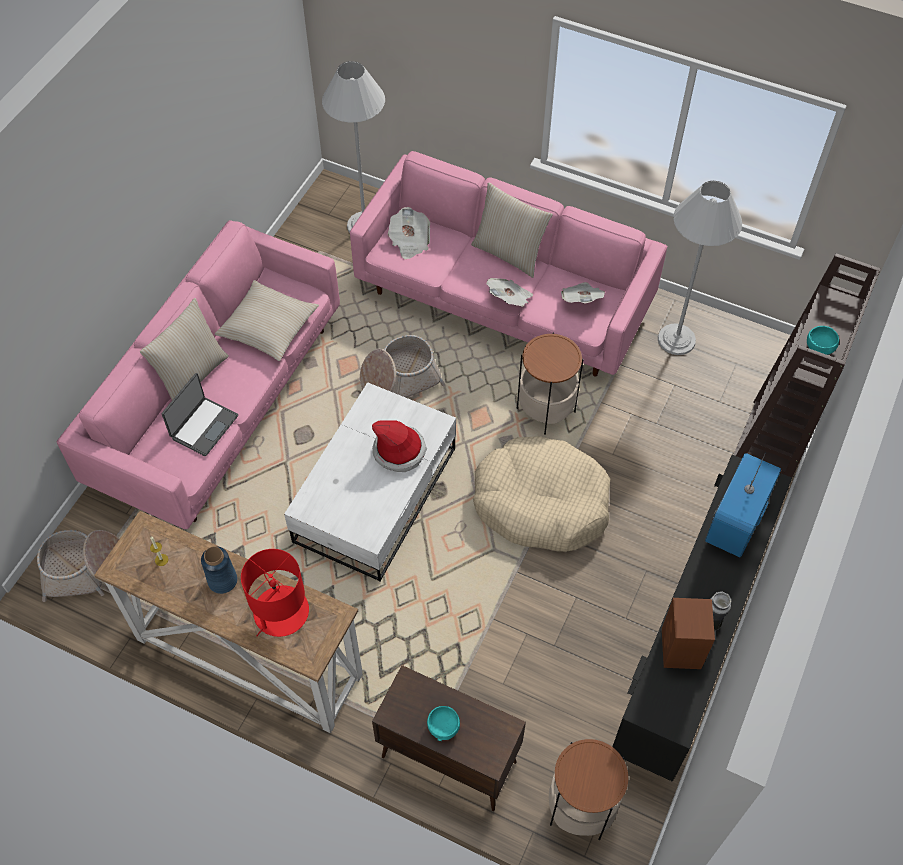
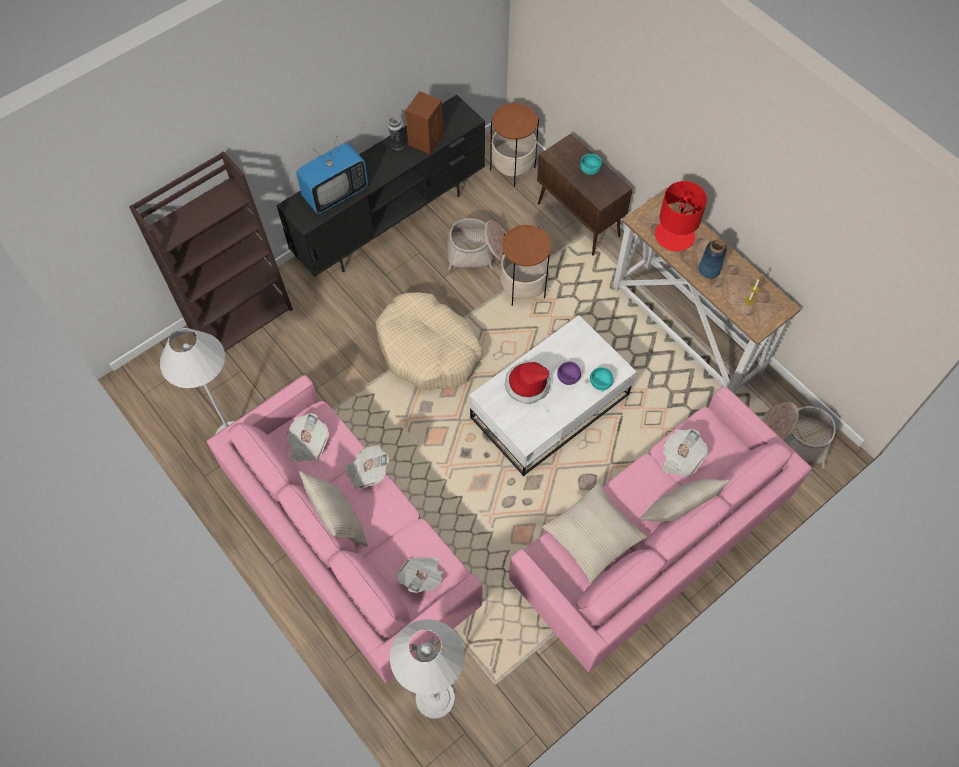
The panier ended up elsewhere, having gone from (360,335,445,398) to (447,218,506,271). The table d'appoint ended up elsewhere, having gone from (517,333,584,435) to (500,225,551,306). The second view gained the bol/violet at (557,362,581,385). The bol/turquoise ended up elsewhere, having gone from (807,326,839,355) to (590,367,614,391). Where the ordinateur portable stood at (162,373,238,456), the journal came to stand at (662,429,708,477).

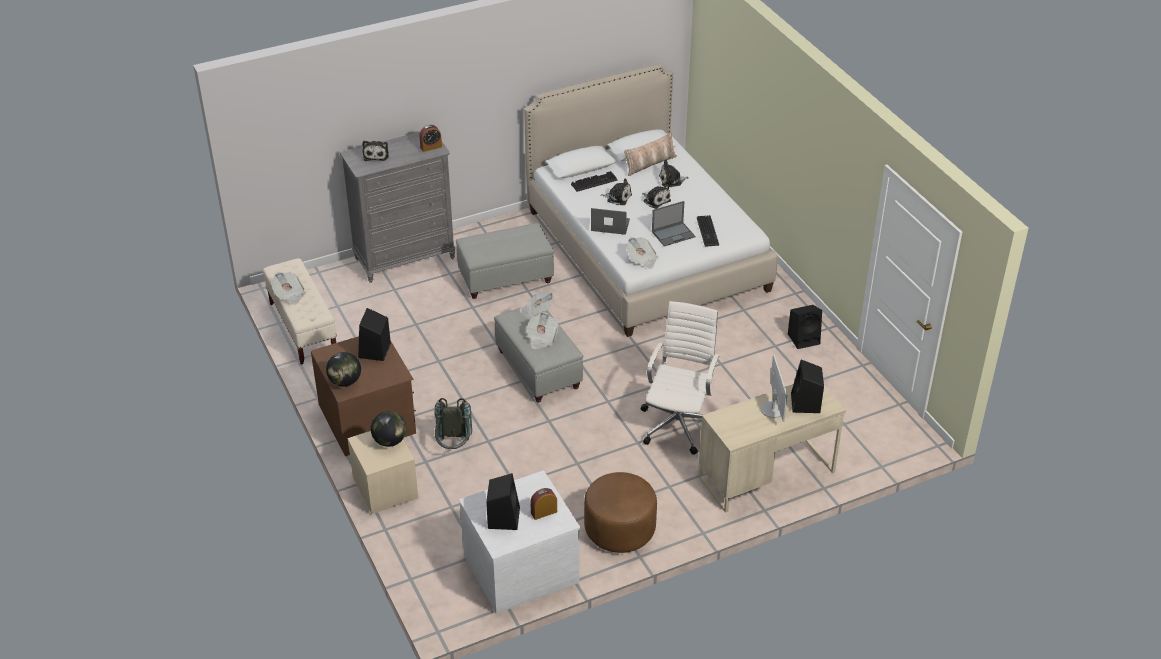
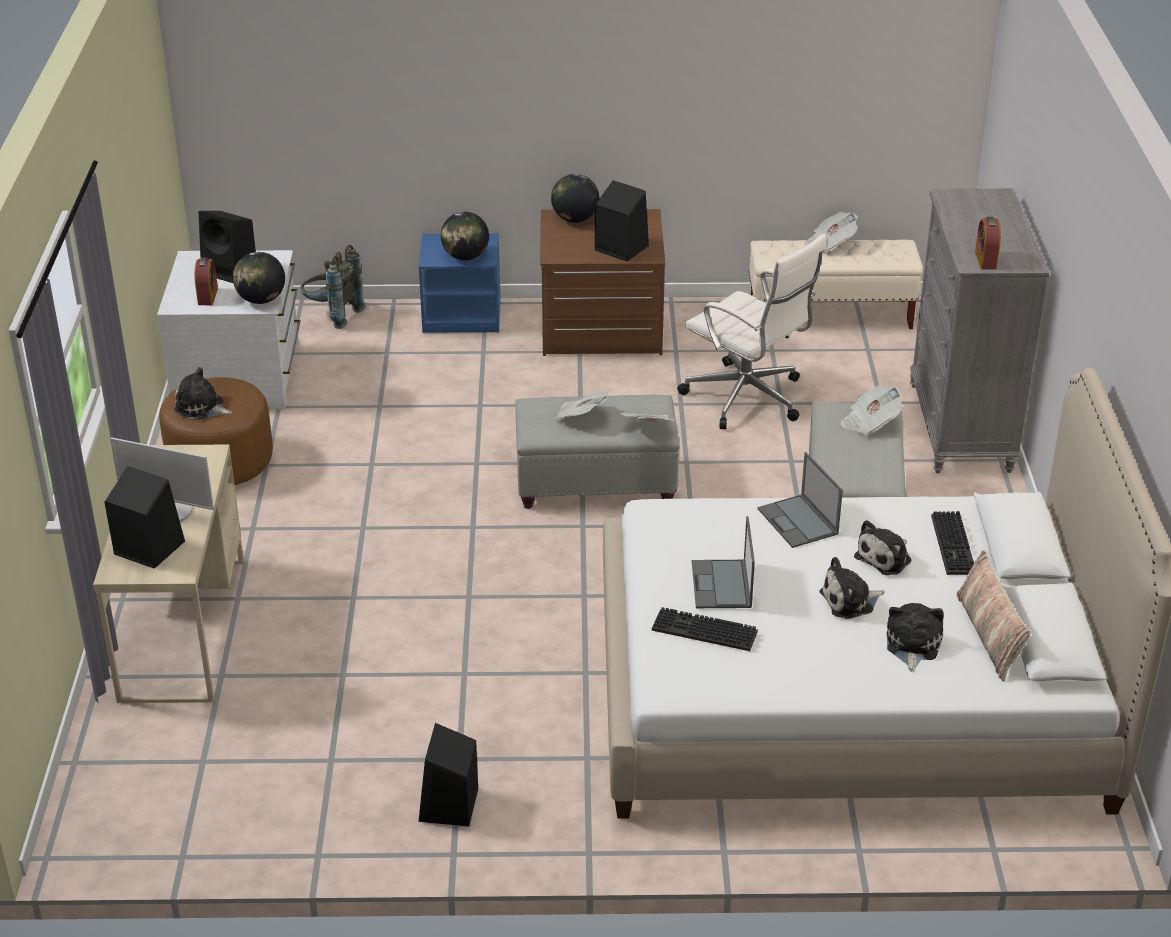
The peluche ended up elsewhere, having gone from (362,141,389,161) to (174,367,232,420). The second view gained the globe at (233,252,285,304). The sac à dos/gris ended up elsewhere, having gone from (435,398,472,449) to (301,245,366,329). What was the table de chevet/beige at (348,431,418,514) turned into the table de chevet/bleu at (418,233,501,333). The chaise de bureau/blanc ended up elsewhere, having gone from (641,301,719,455) to (678,234,827,429). The ordinateur portable at (591,208,630,235) ended up facing another way, 120 degrees clockwise from before. The journal ended up elsewhere, having gone from (626,237,658,269) to (840,385,903,436).

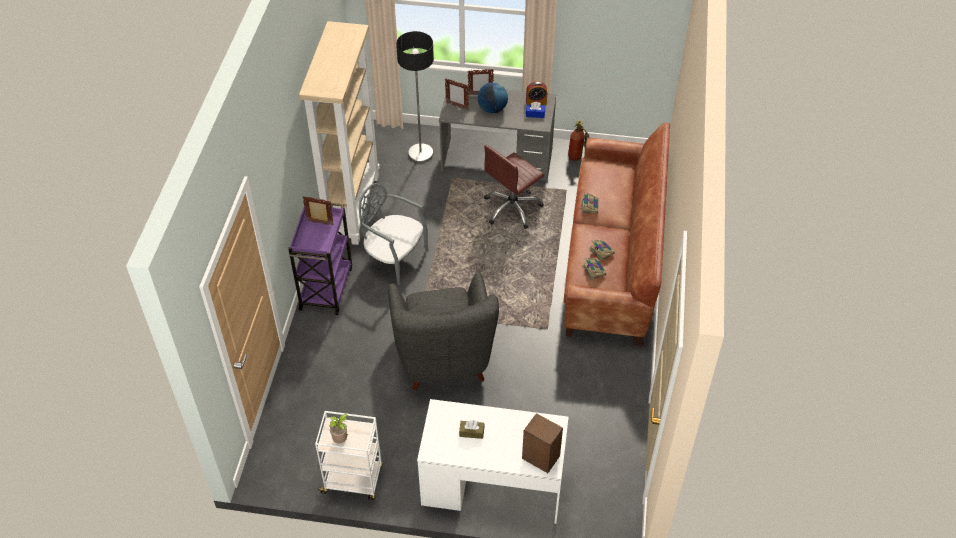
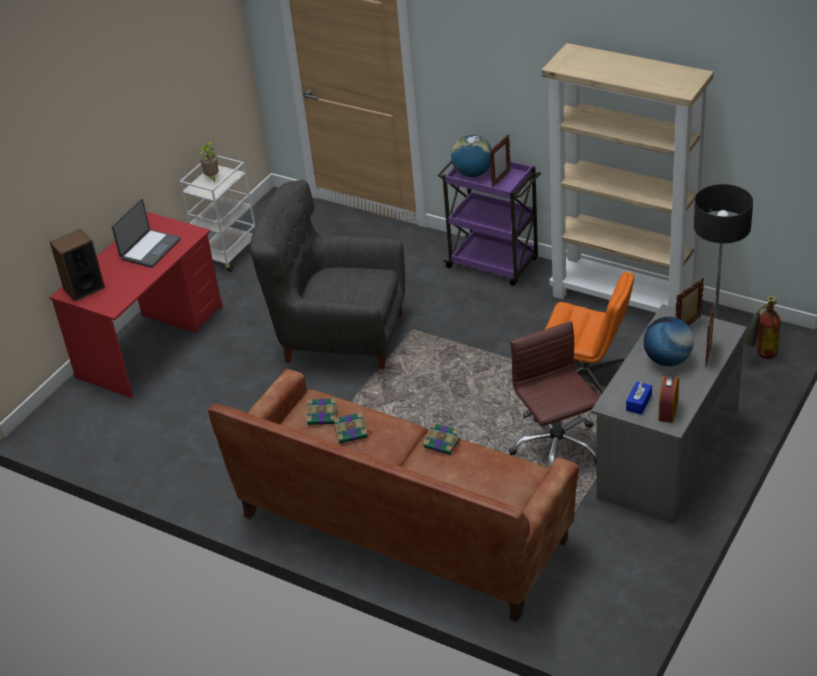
What was the bureau/blanc at (417,399,569,524) turned into the bureau/rouge at (50,212,223,398). Where the boîte à mouchoirs/marron stood at (459,420,485,439), the ordinateur portable came to stand at (112,199,181,268). The second view gained the globe at (451,135,492,177). The second view gained the chaise de bureau/orange at (545,271,634,393). The extincteur ended up elsewhere, having gone from (568,120,590,161) to (744,295,781,359). The second view lost the chaise/gris at (359,183,428,285).

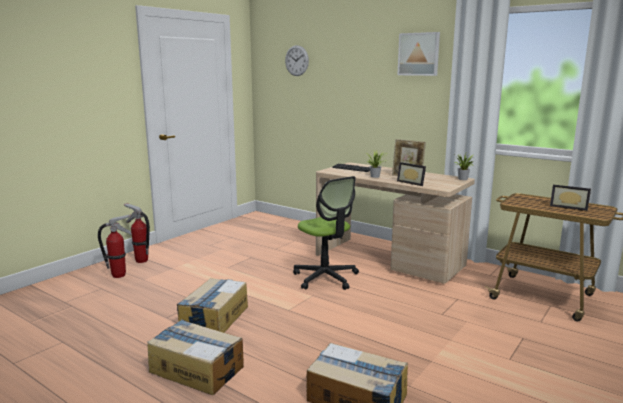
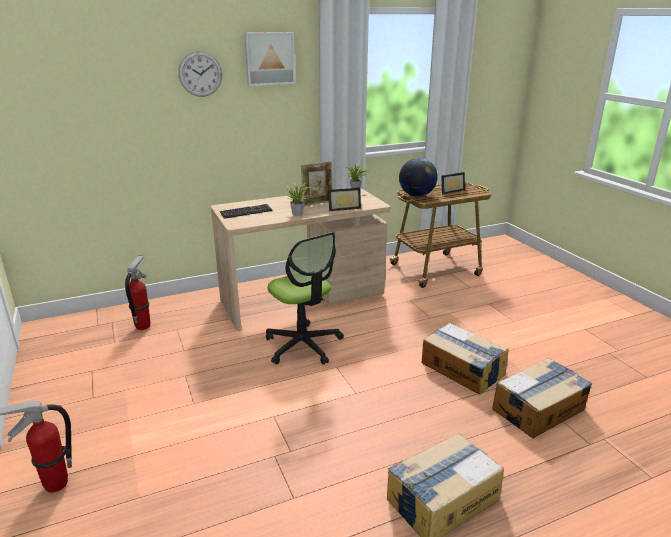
The extincteur ended up elsewhere, having gone from (98,214,132,278) to (125,255,150,330). The horloge murale ended up elsewhere, having gone from (285,45,309,76) to (178,51,222,97). The chaise de bureau at (293,176,359,290) ended up facing another way, 60 degrees clockwise from before. The second view gained the globe at (399,158,438,197). The carton ended up elsewhere, having gone from (176,278,248,333) to (422,323,509,395).

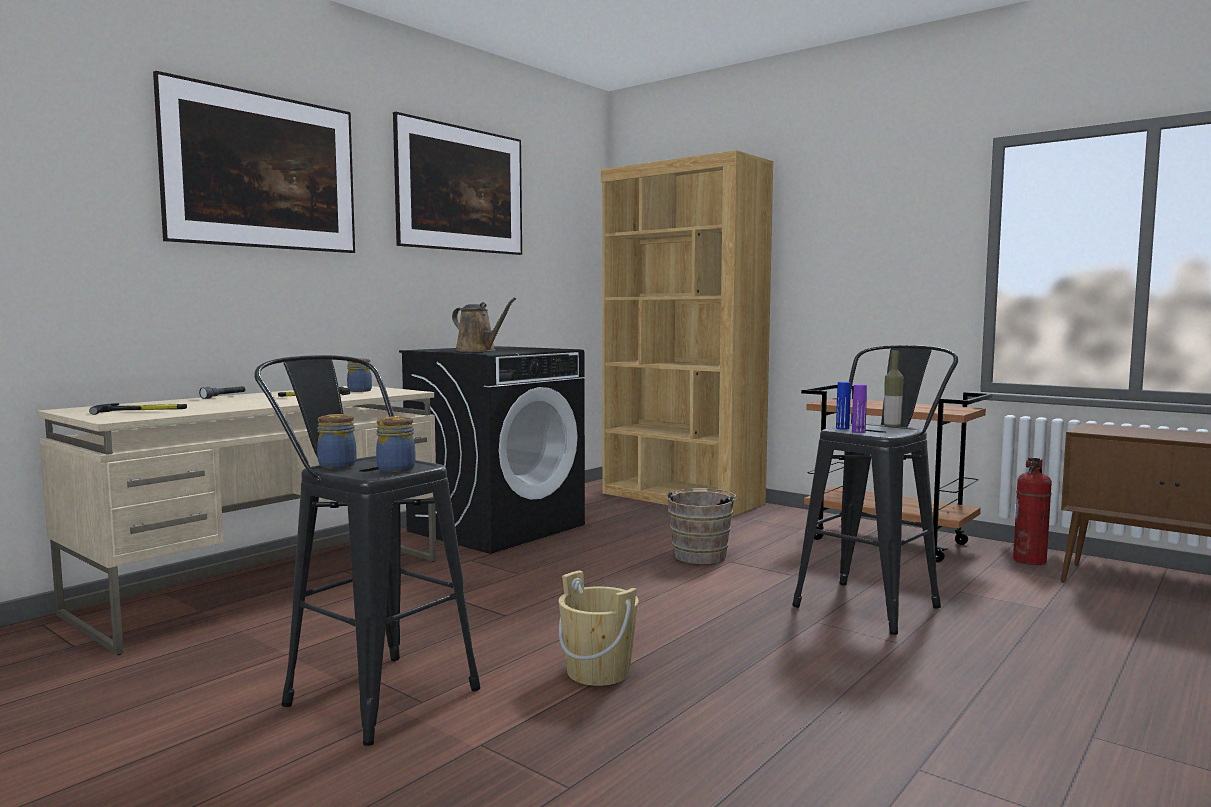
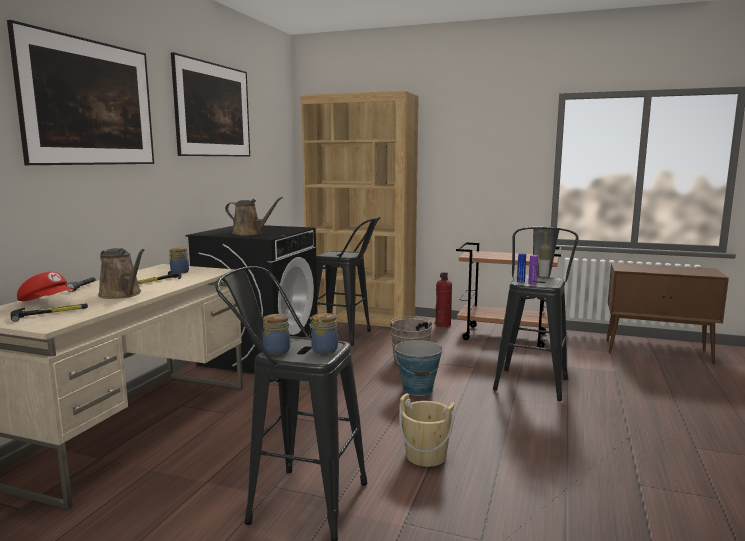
The second view gained the casquette/rouge at (17,272,74,301). The second view gained the arrosoir/marron at (98,248,145,299). The second view gained the tabouret/noir at (316,216,380,346). The second view gained the seau at (394,340,444,396). The extincteur ended up elsewhere, having gone from (1013,457,1052,565) to (435,272,452,327).

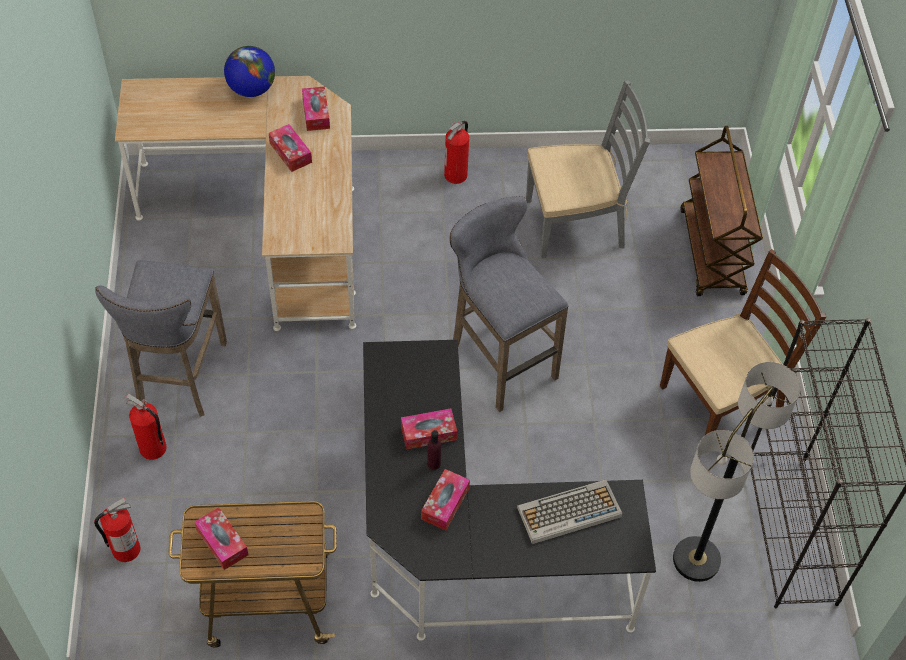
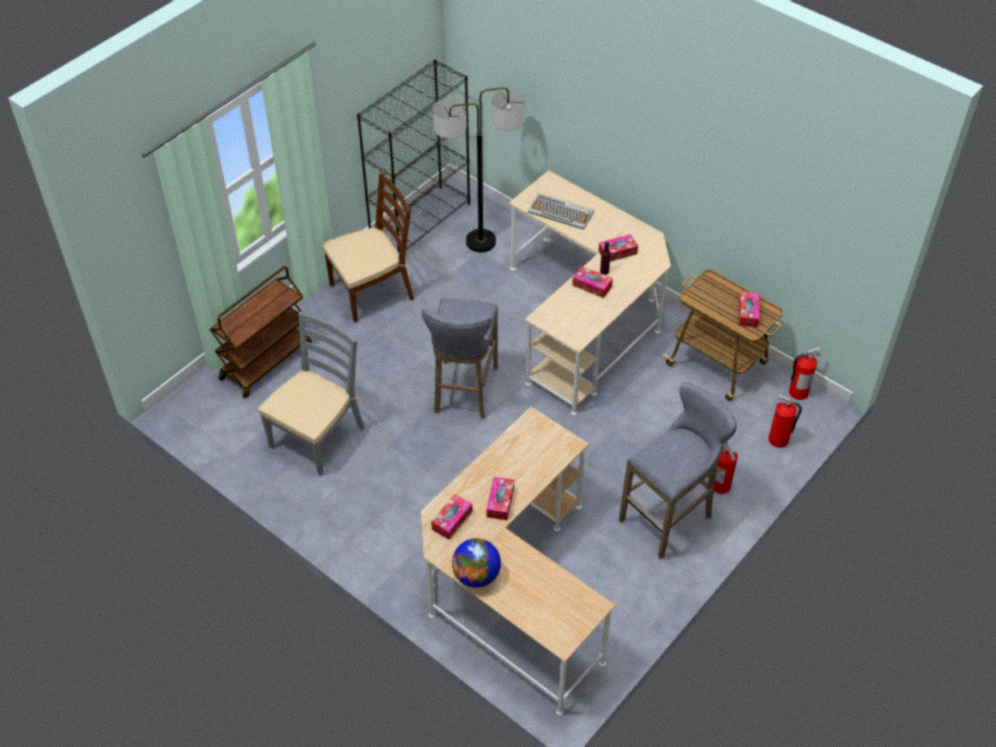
The chaise/gris at (526,80,650,258) ended up facing another way, 90 degrees clockwise from before. The chaise/marron at (660,249,826,435) ended up facing another way, 135 degrees clockwise from before. What was the bureau/noir at (363,340,656,641) turned into the bureau/beige at (509,170,671,415). The extincteur ended up elsewhere, having gone from (444,121,469,184) to (789,347,821,400).

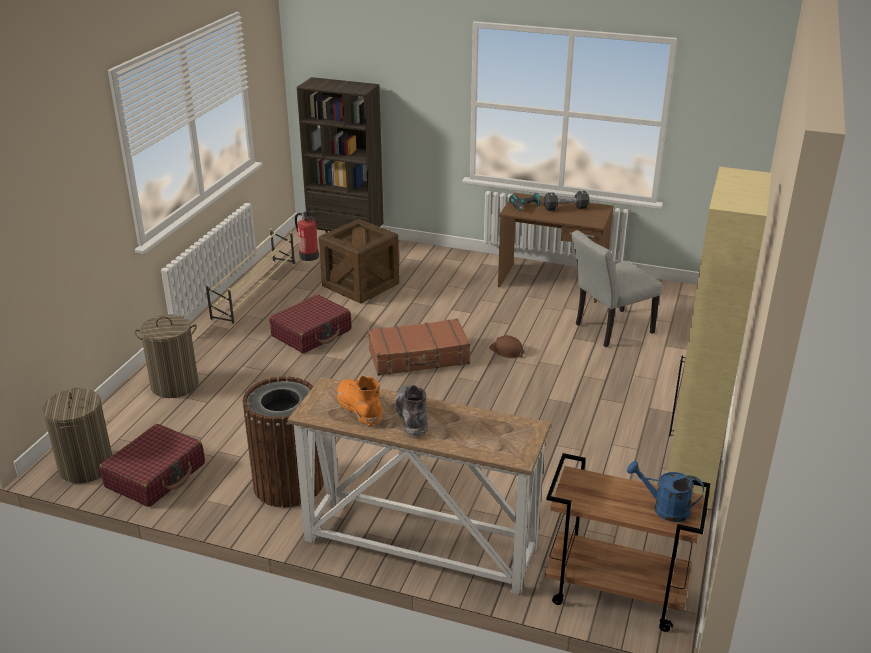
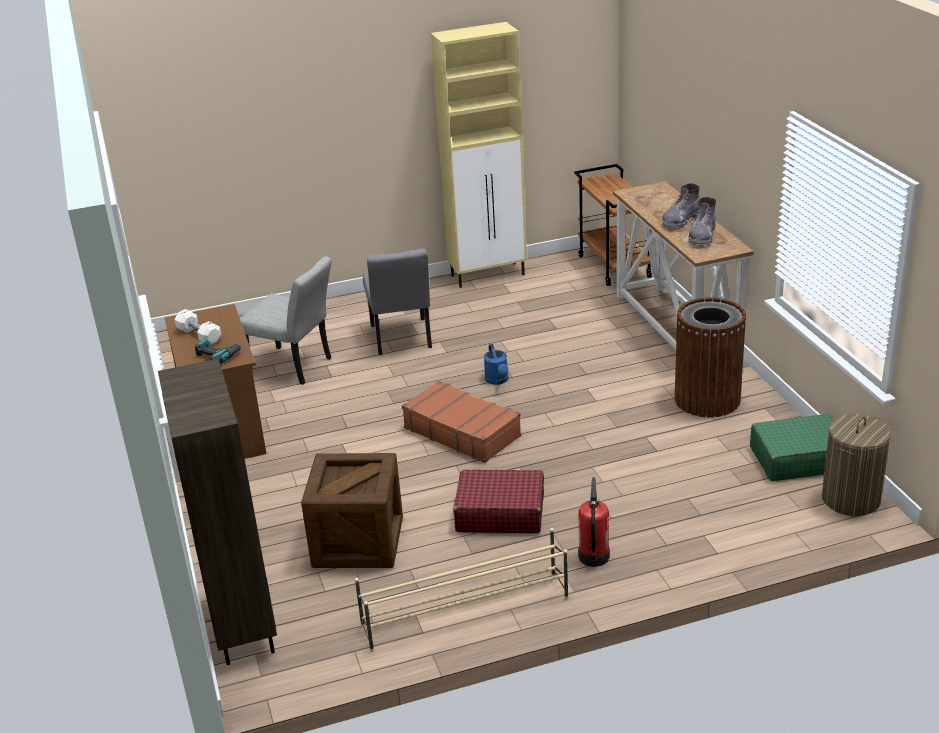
What was the haltère/noir at (544,191,589,211) turned into the haltère/blanc at (175,309,221,345). The second view gained the chaise/gris at (363,248,432,355). The arrosoir/bleu ended up elsewhere, having gone from (627,461,704,522) to (484,344,509,385). The extincteur ended up elsewhere, having gone from (295,211,319,261) to (578,477,610,567). What was the botte/orange at (337,376,383,427) turned into the botte/gris at (688,197,716,246). What was the valise/rouge at (99,424,205,507) turned into the valise/vert at (750,414,833,481). The second view lost the panier à linge at (135,315,199,398). The second view lost the casque de chantier/marron at (489,335,525,359).

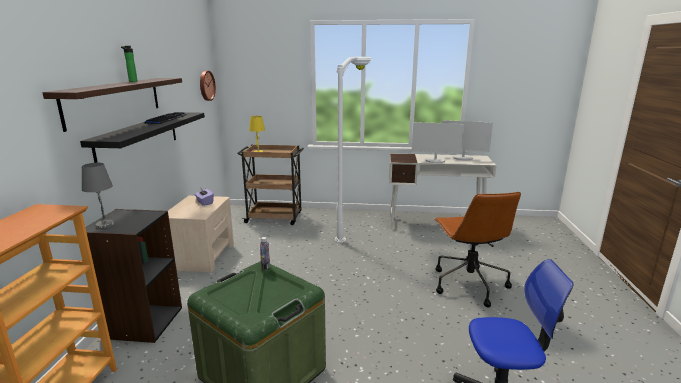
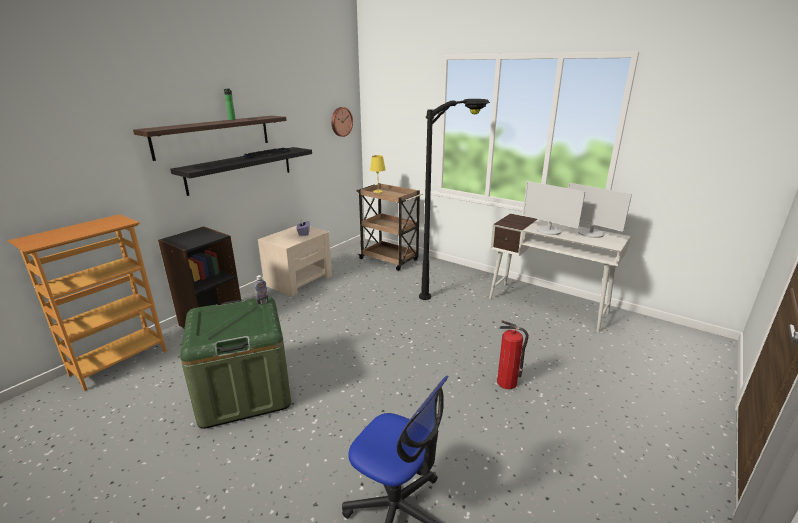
What was the lampadaire/blanc at (334,57,373,243) turned into the lampadaire/noir at (419,99,490,300). Where the chaise de bureau/marron stood at (434,192,521,307), the extincteur came to stand at (497,320,529,389). The second view lost the lampe de table/gris at (82,163,114,228).

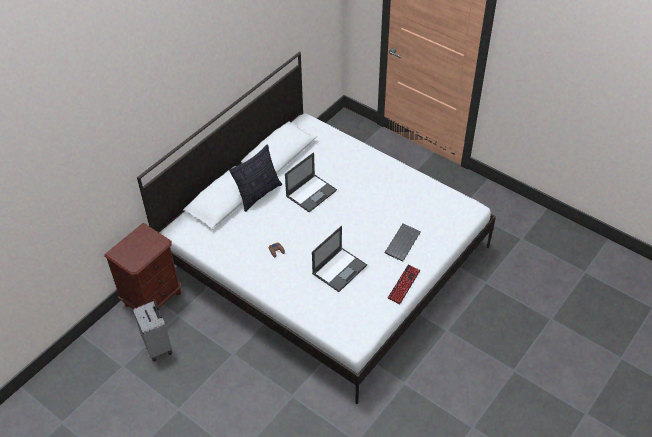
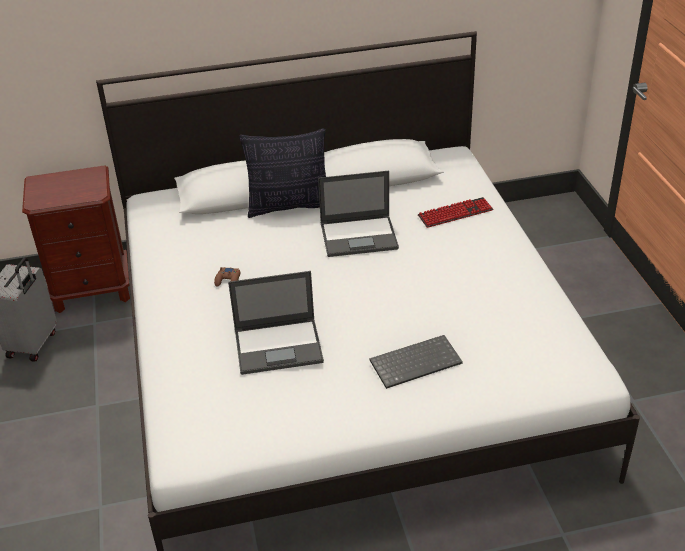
The clavier ended up elsewhere, having gone from (388,264,421,304) to (418,197,493,228).

